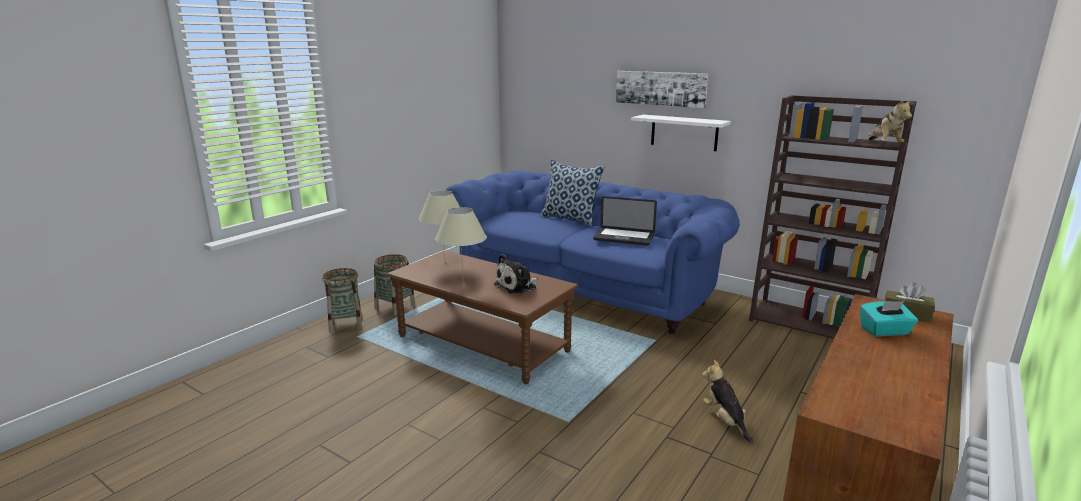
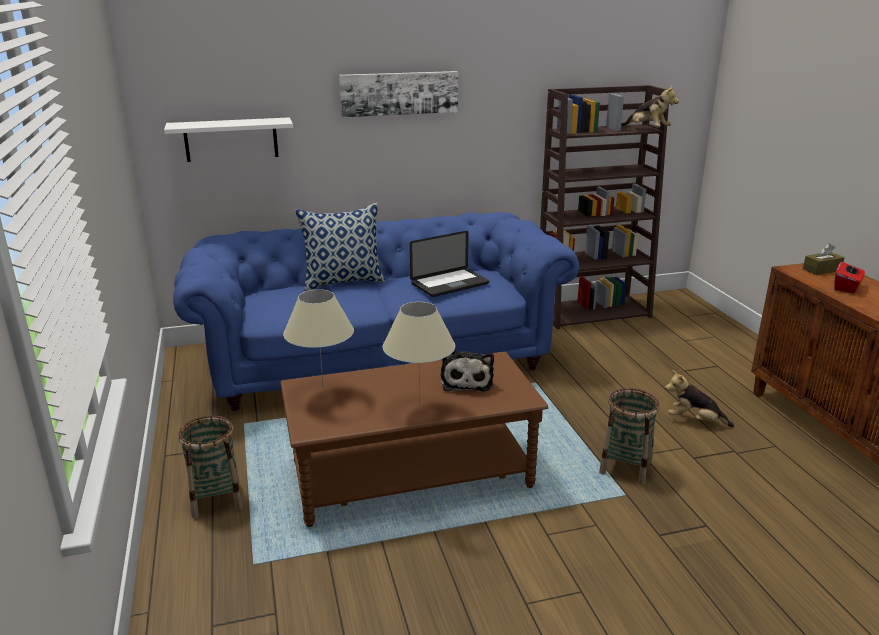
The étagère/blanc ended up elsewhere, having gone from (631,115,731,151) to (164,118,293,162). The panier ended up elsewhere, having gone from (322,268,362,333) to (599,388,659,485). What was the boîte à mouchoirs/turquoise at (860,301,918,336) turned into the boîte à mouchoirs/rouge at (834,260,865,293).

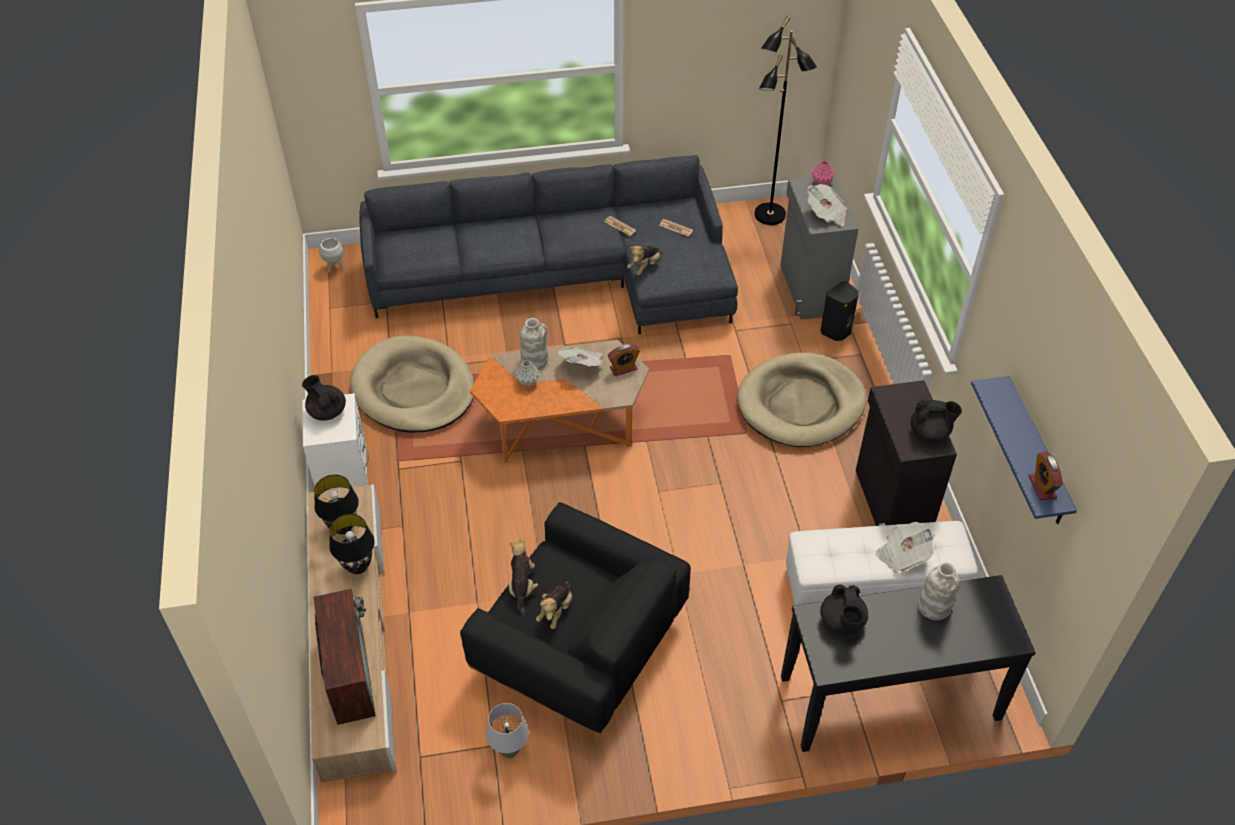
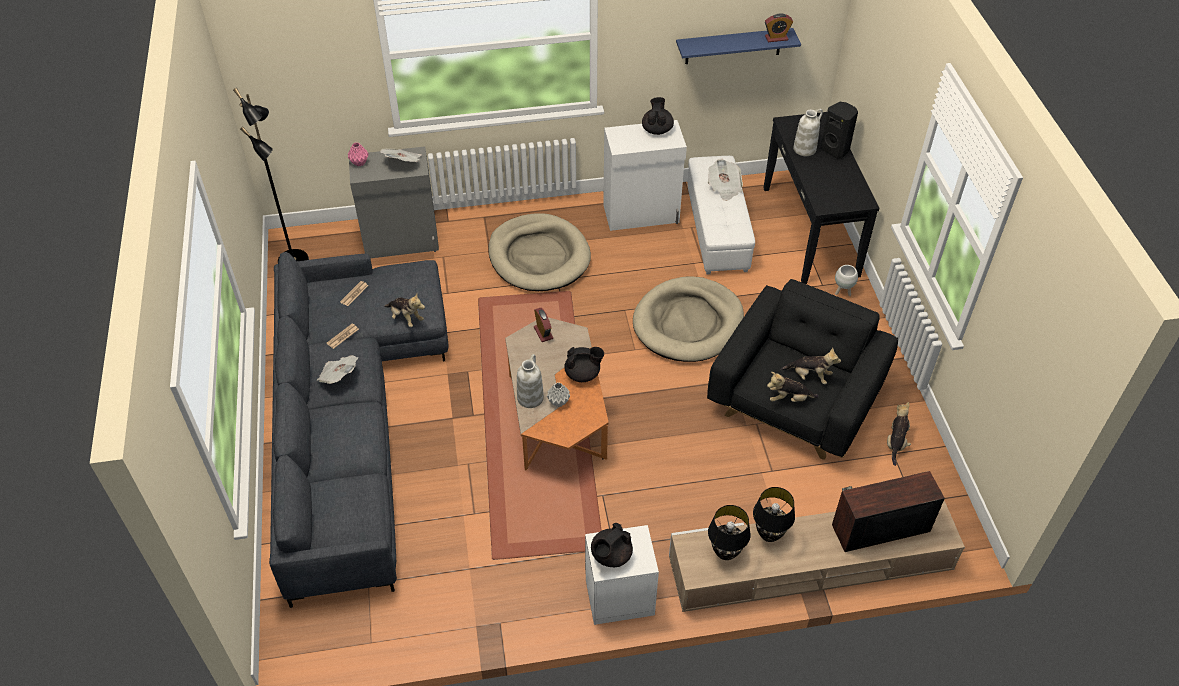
The journal ended up elsewhere, having gone from (558,347,603,366) to (317,355,358,384). The théière/noir ended up elsewhere, having gone from (820,584,868,634) to (564,347,604,382). What was the meuble de rangement/noir at (856,380,957,526) turned into the meuble de rangement/blanc at (603,120,687,231). The panier pour chien/beige ended up elsewhere, having gone from (350,335,474,432) to (633,276,744,362). The enceinte/noir ended up elsewhere, having gone from (821,281,859,341) to (821,102,858,159). The cache-pot/blanc ended up elsewhere, having gone from (319,238,344,273) to (835,265,858,296). Where the lampe de table/gris stood at (486,703,529,758), the peluche came to stand at (887,402,911,466).

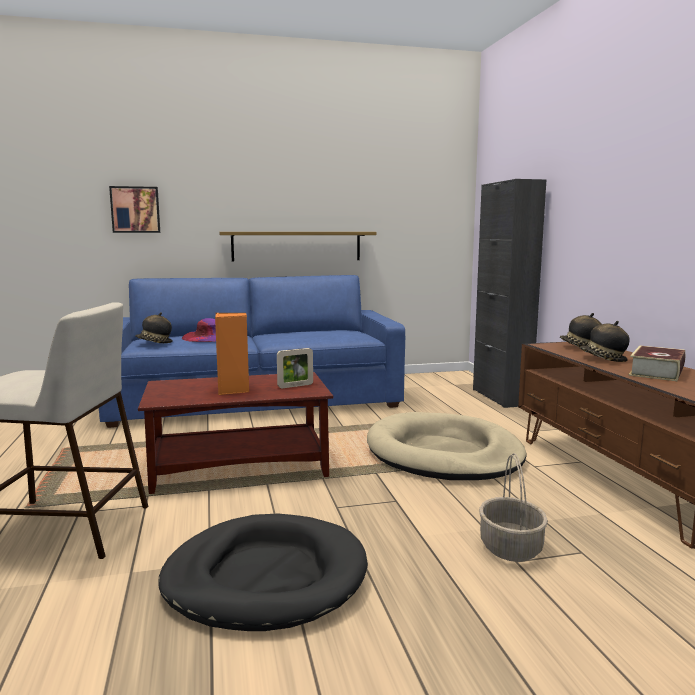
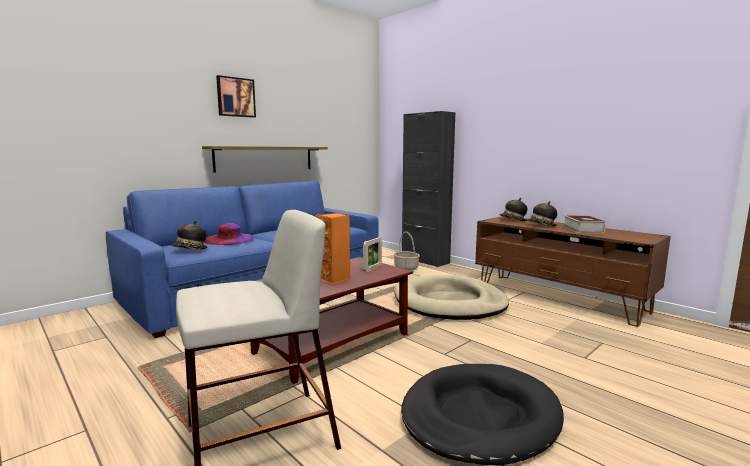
The tableau ended up elsewhere, having gone from (109,186,160,233) to (216,75,256,118). The panier ended up elsewhere, having gone from (479,453,548,562) to (394,231,420,271).

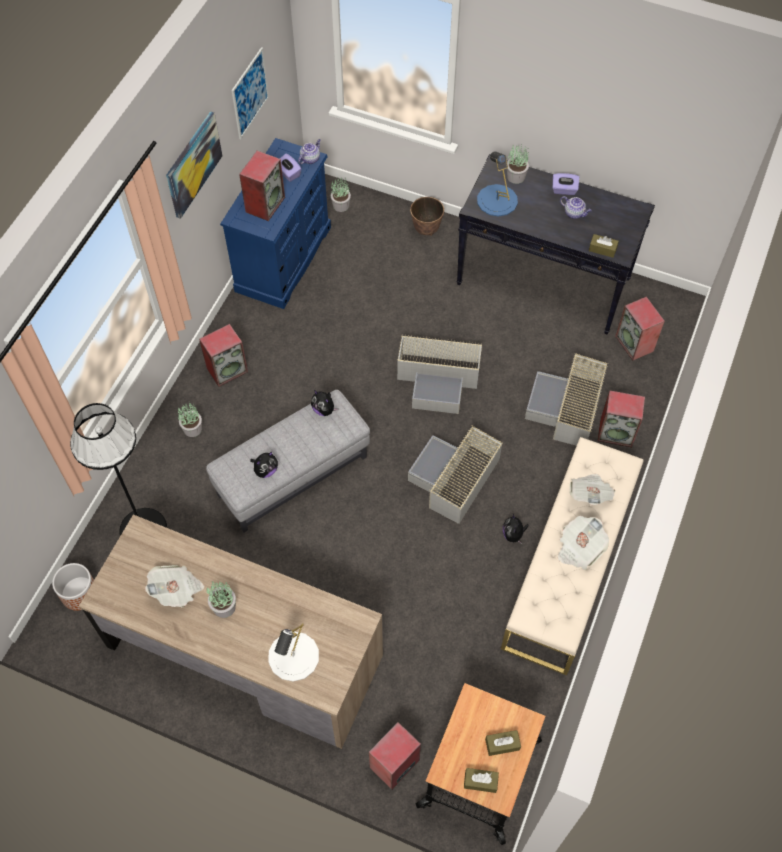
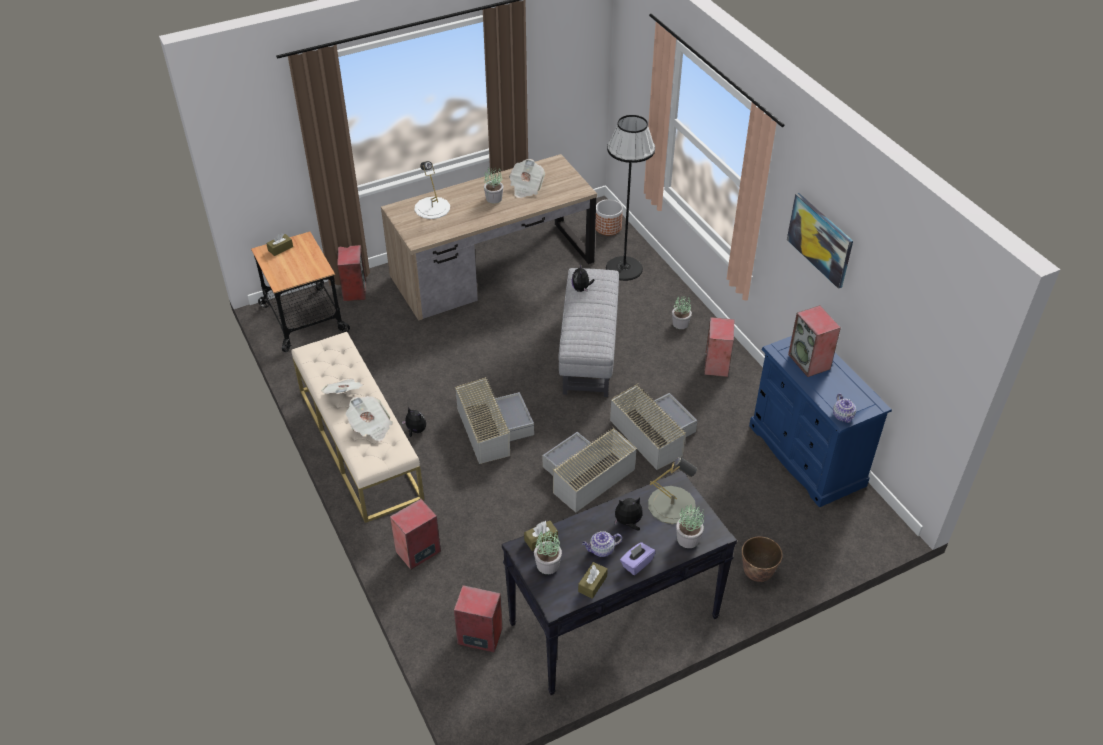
The plante en pot ended up elsewhere, having gone from (331,177,351,212) to (534,529,562,574). The boîte à mouchoirs/marron ended up elsewhere, having gone from (485,730,521,756) to (578,562,608,599). The boîte de rangement/gris ended up elsewhere, having gone from (525,353,608,446) to (610,384,697,470). The peluche ended up elsewhere, having gone from (311,390,338,416) to (614,498,643,530). What was the lampe de table/bleu at (477,152,518,216) turned into the lampe de table/gris at (648,457,697,525). The second view lost the tableau at (232,47,269,139). The second view lost the boîte à mouchoirs/violet at (280,153,301,182).

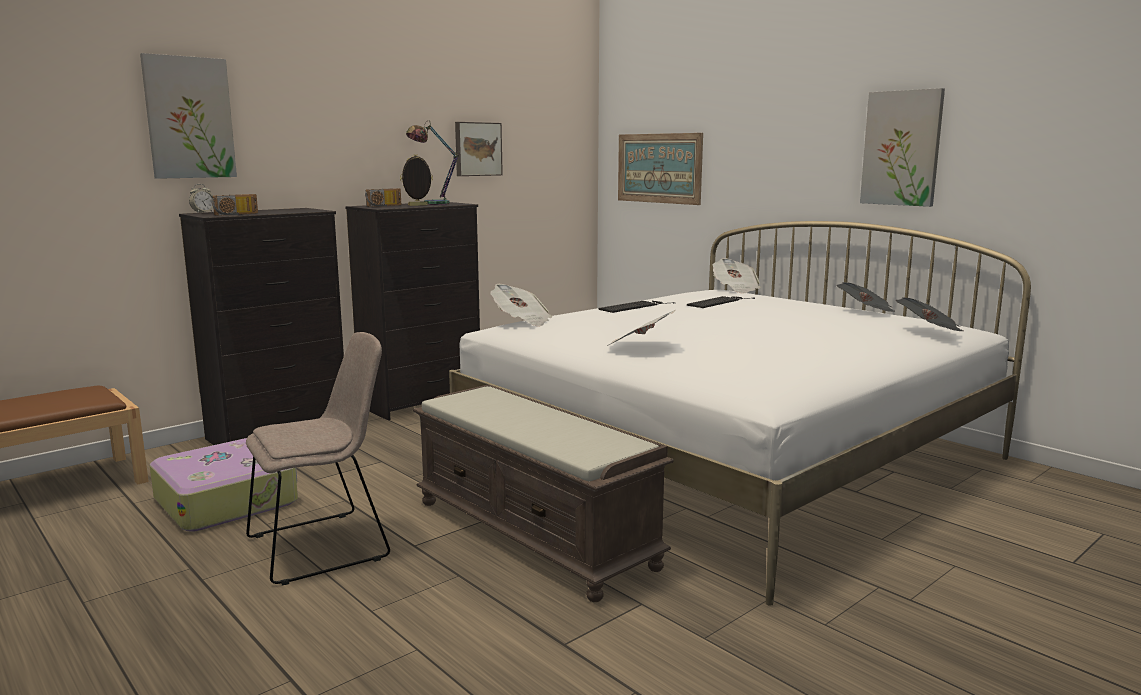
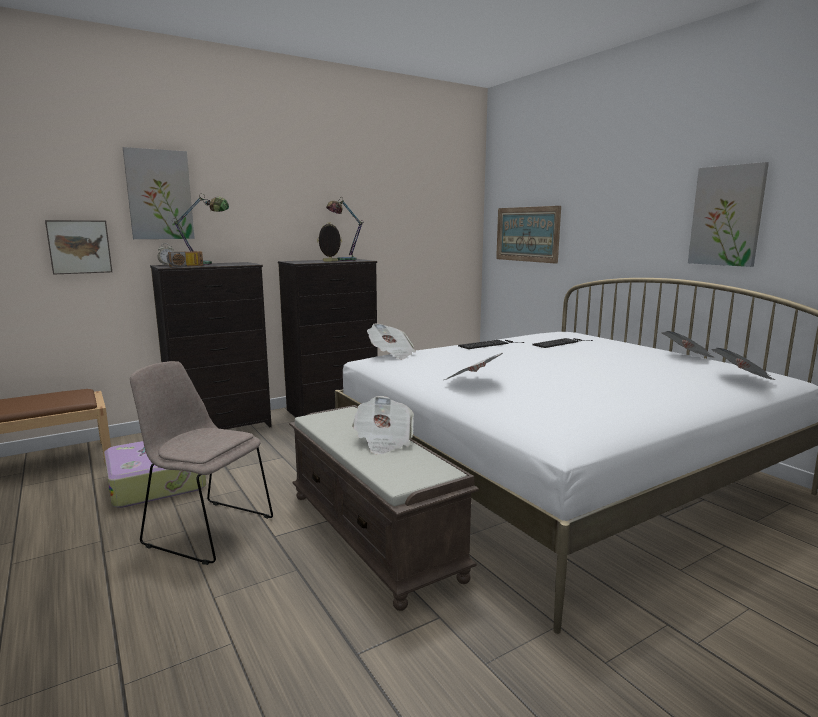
The tableau ended up elsewhere, having gone from (455,122,503,176) to (45,220,112,275). The chaise/beige at (246,332,390,585) ended up facing another way, 135 degrees counterclockwise from before. The second view gained the lampe de table at (172,193,229,265). The journal ended up elsewhere, having gone from (713,258,761,293) to (352,396,414,455). The second view lost the radio at (365,188,401,207).

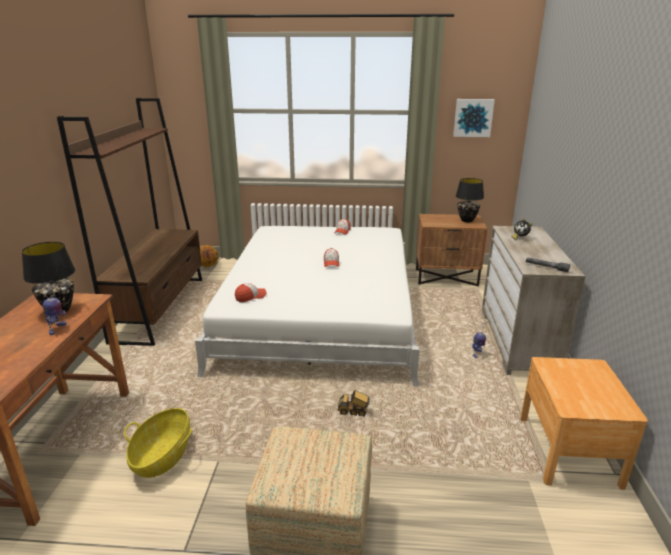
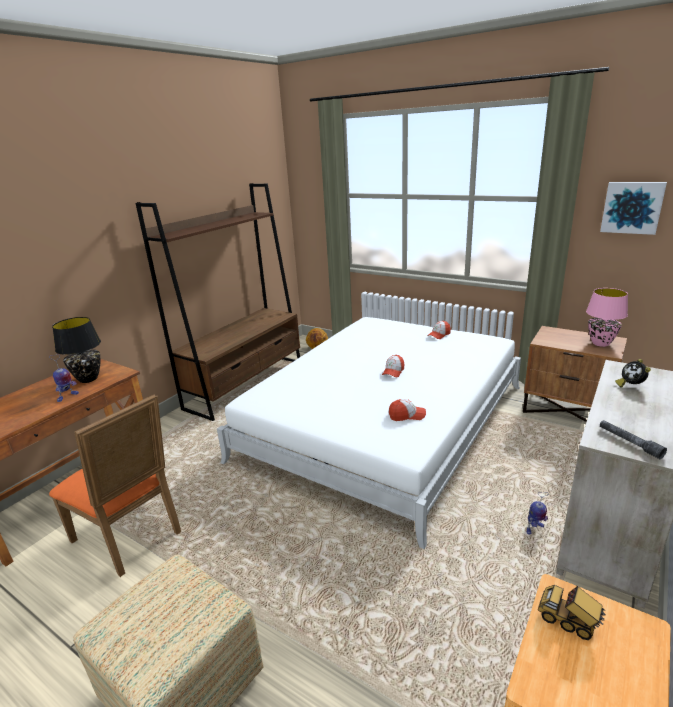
Where the panier stood at (124,408,192,478), the chaise/orange came to stand at (49,394,181,577). The casquette ended up elsewhere, having gone from (235,283,266,302) to (389,399,426,421). The camion jouet ended up elsewhere, having gone from (338,390,370,416) to (538,585,606,640). What was the lampe de table/noir at (456,178,484,222) turned into the lampe de table/rose at (586,288,628,347).

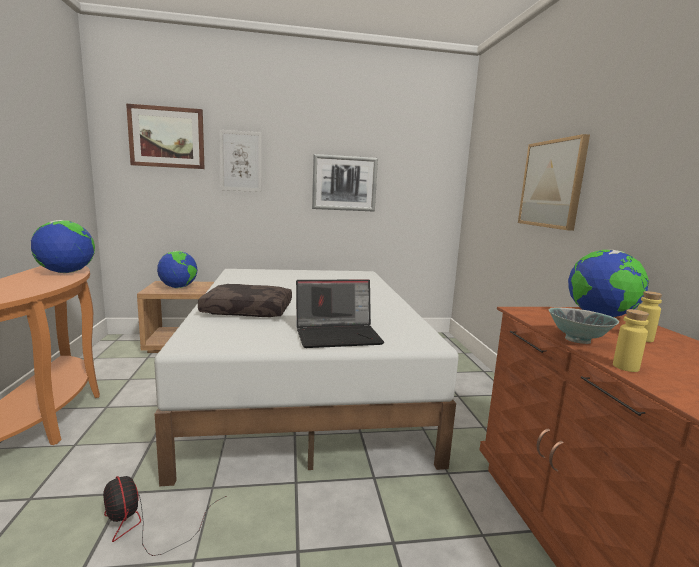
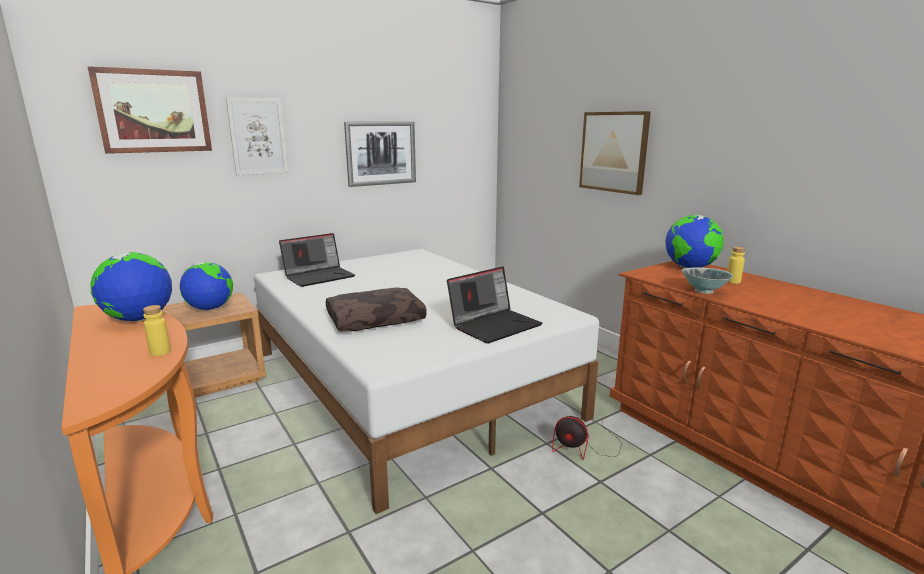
The bouteille/jaune ended up elsewhere, having gone from (613,309,649,372) to (143,305,171,356). The second view gained the ordinateur portable at (279,233,355,287). The ventilateur ended up elsewhere, having gone from (103,476,226,556) to (552,416,622,460).

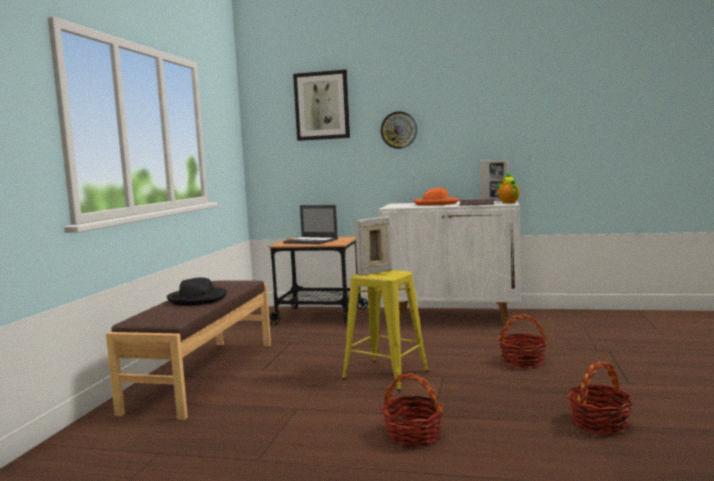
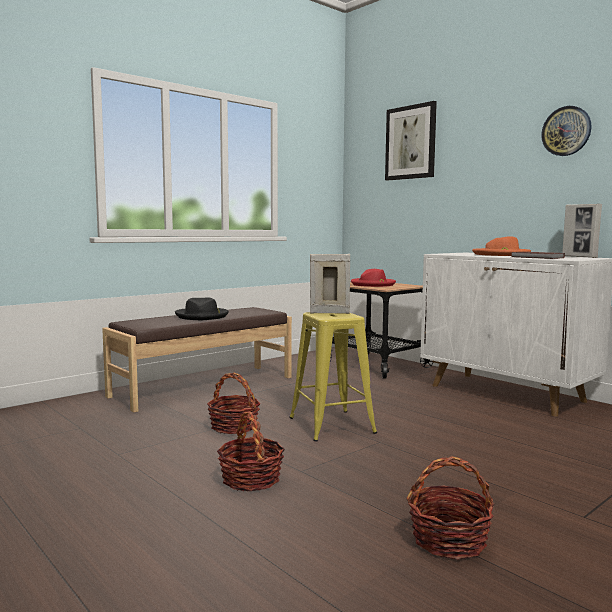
The panier ended up elsewhere, having gone from (498,314,547,368) to (207,373,261,434). Where the ordinateur portable stood at (283,205,338,244), the chapeau/rouge came to stand at (351,269,396,287). The horloge murale ended up elsewhere, having gone from (381,111,417,149) to (541,106,591,156). The second view lost the théière at (496,172,520,203).

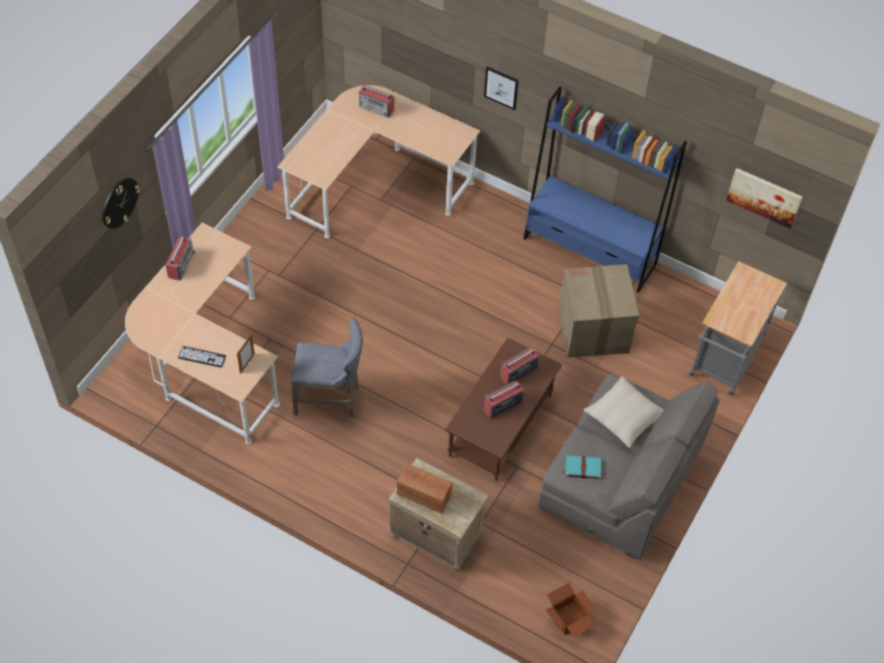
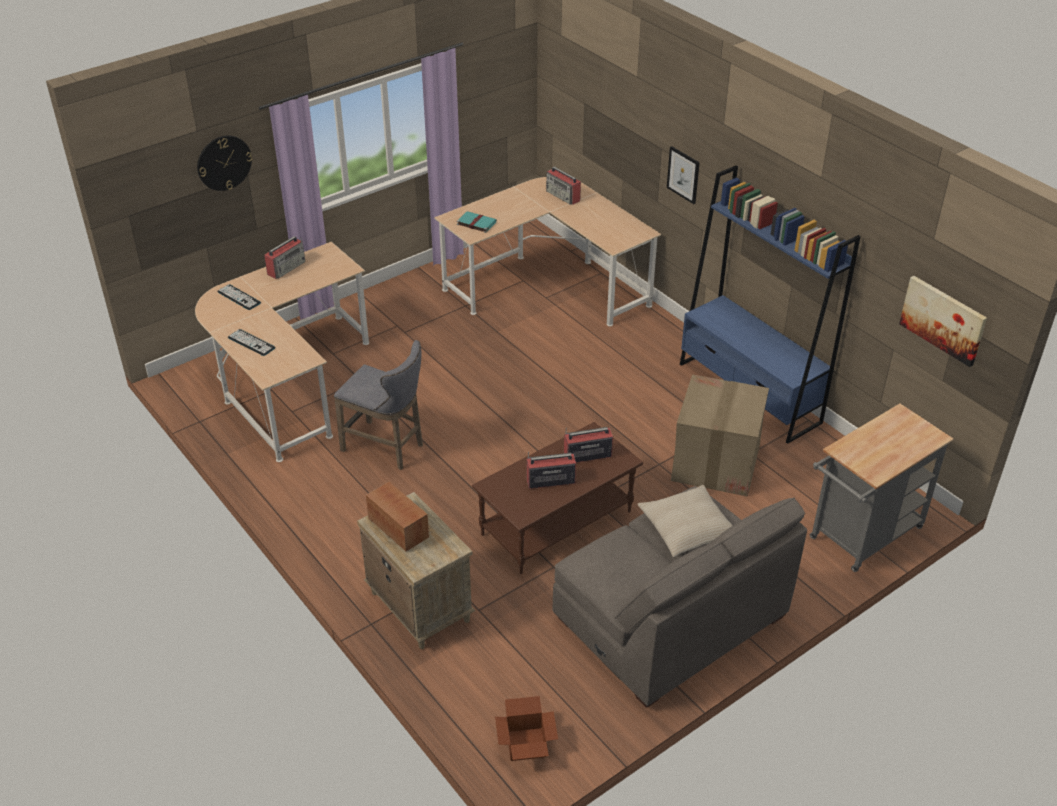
The second view gained the clavier at (217,284,261,310). The livre/turquoise ended up elsewhere, having gone from (563,455,601,480) to (457,211,497,233). The second view lost the cadre photo at (237,334,255,374).

